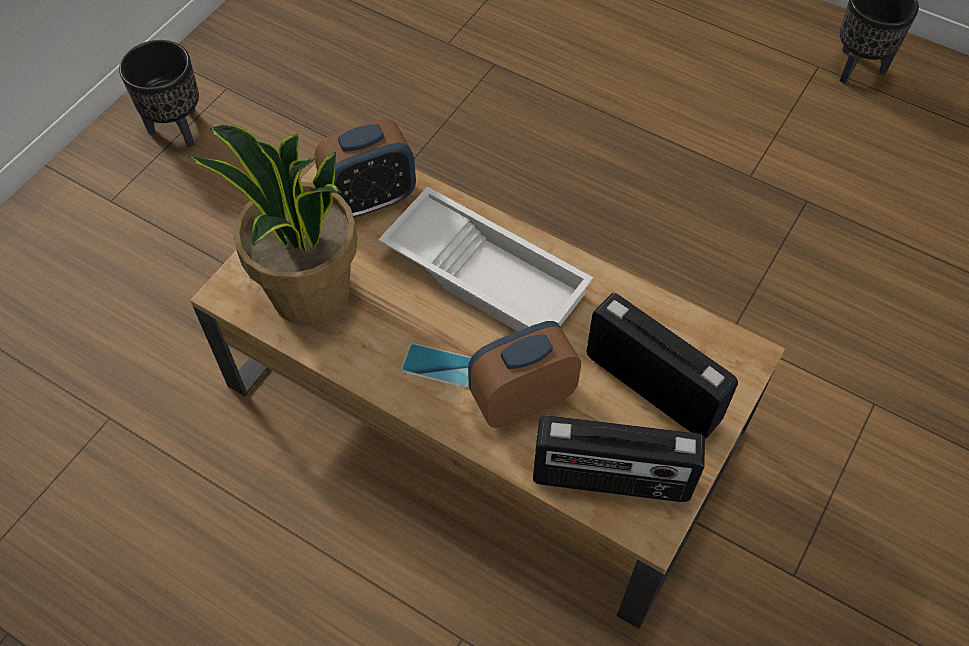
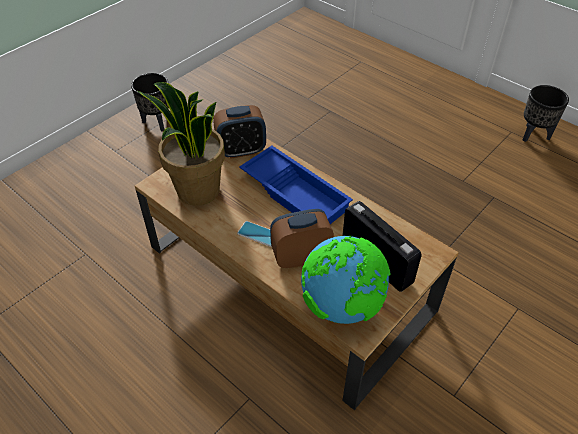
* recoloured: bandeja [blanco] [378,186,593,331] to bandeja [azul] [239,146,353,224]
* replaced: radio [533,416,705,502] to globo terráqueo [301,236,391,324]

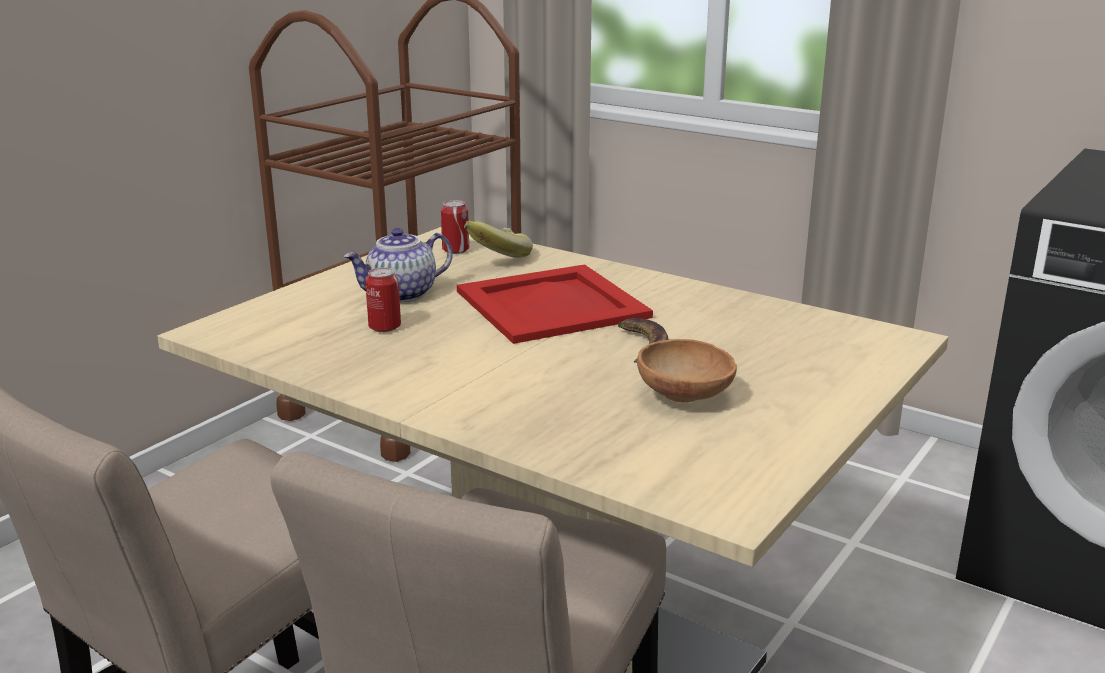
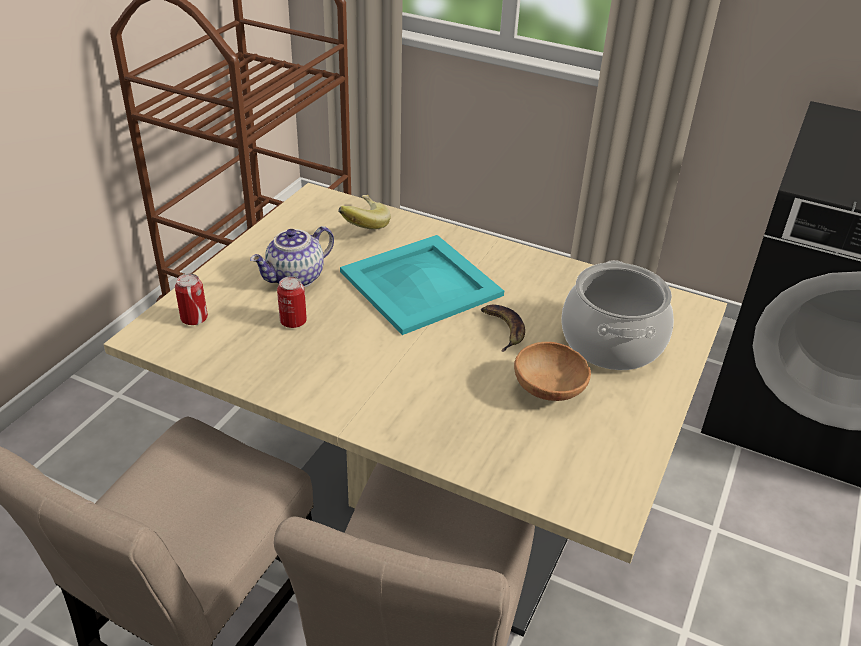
* moved: lata [441,200,469,254] to [175,274,208,325]
* recoloured: bandeja [rojo] [457,264,653,344] to bandeja [turquesa] [340,235,504,335]
* added: olla [561,260,674,370]

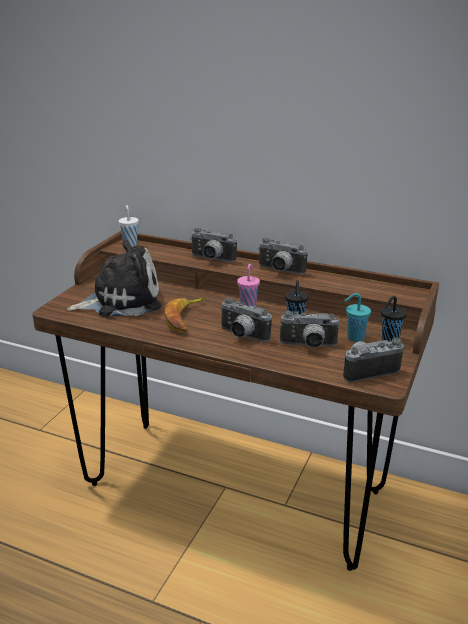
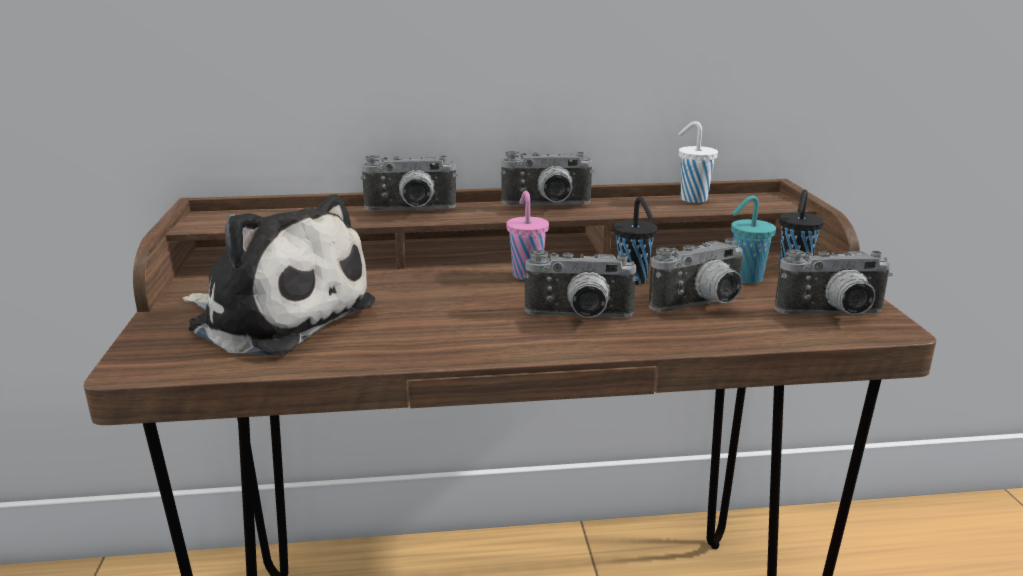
* turned: peluche [66,240,161,316] = [182,195,375,356] 75 degrees clockwise
* moved: taza [blanco] [118,205,139,247] to [678,121,718,203]
* removed: plátano [165,298,205,332]
* turned: cámara [343,338,404,382] = [775,249,892,315] 135 degrees counterclockwise

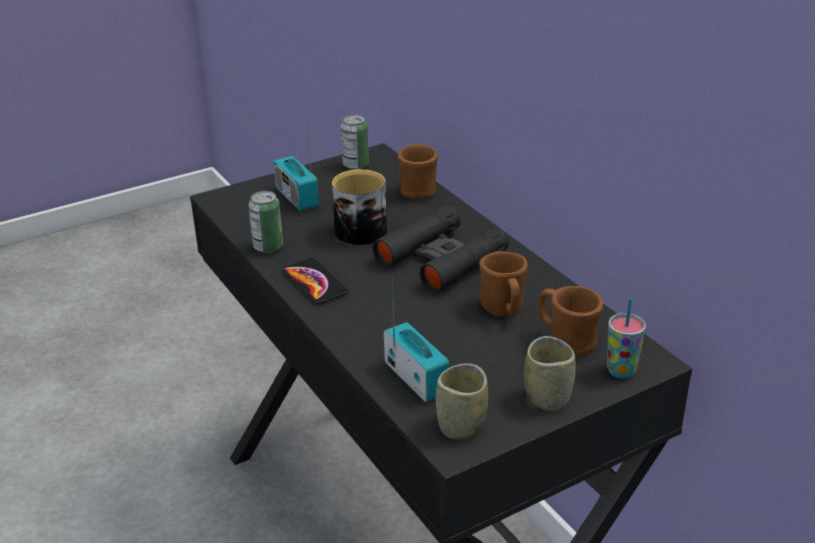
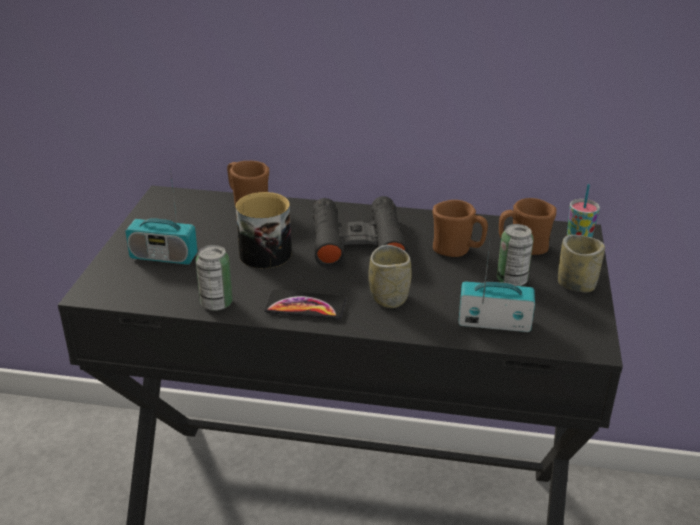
* moved: lata [341,115,369,170] to [497,224,534,286]
* moved: taza [436,363,488,440] to [368,245,412,308]

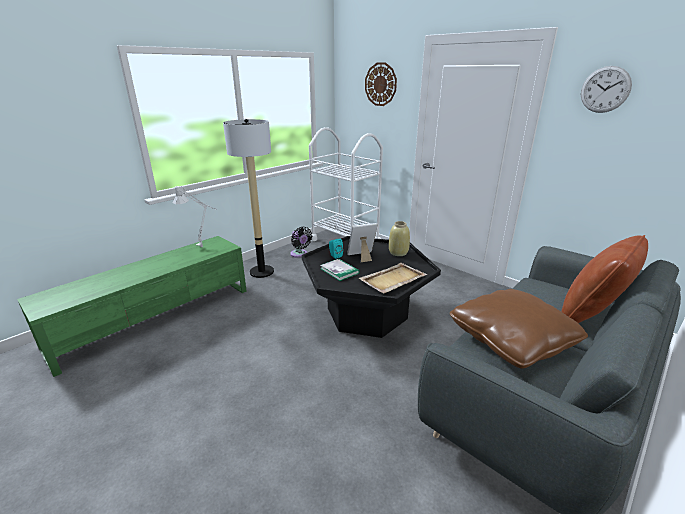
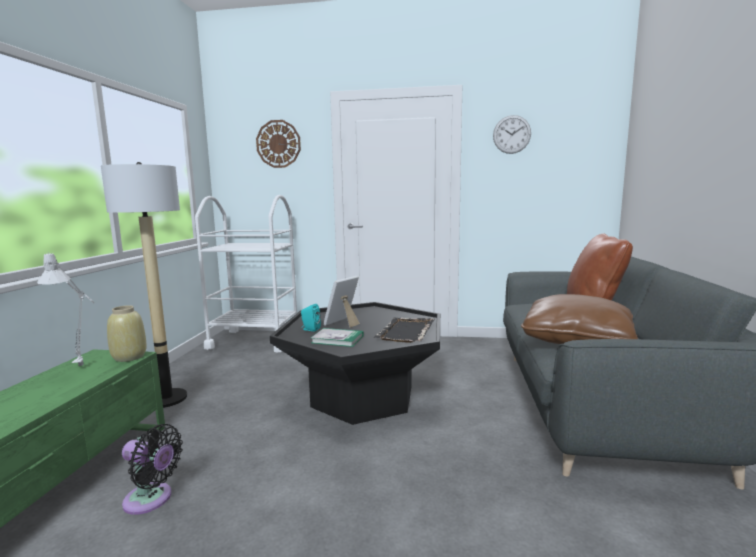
* moved: ventilador [negro] [290,227,312,258] to [122,424,183,515]
* recoloured: bandeja [beis] [358,263,427,293] to bandeja [negro] [374,318,435,343]
* moved: florero [beis] [389,221,410,256] to [107,305,147,362]

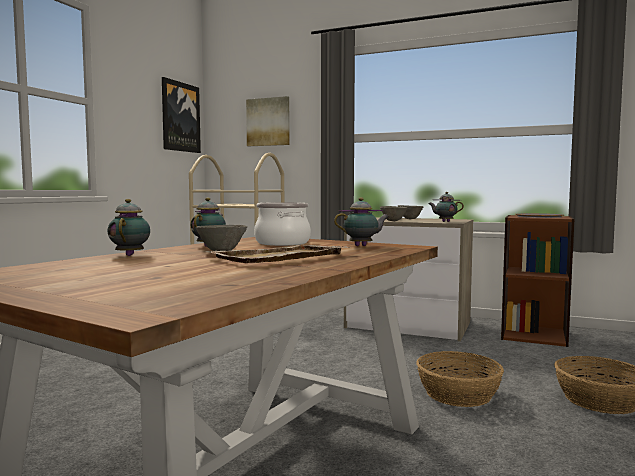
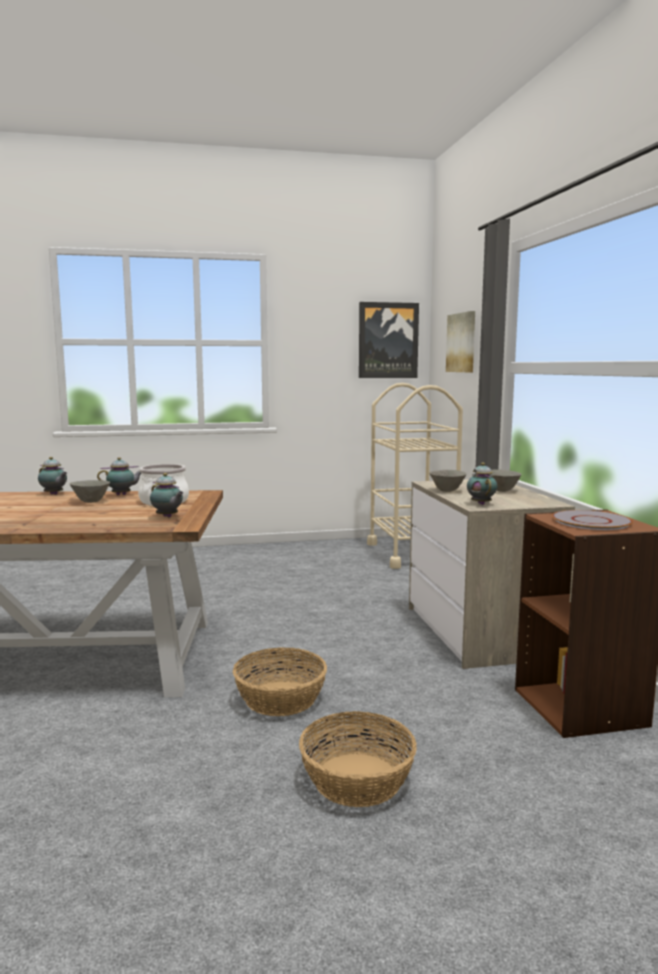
* turned: tetera [107,199,150,256] = [38,457,68,495] 75 degrees clockwise
* removed: bandeja [beis] [203,245,351,263]

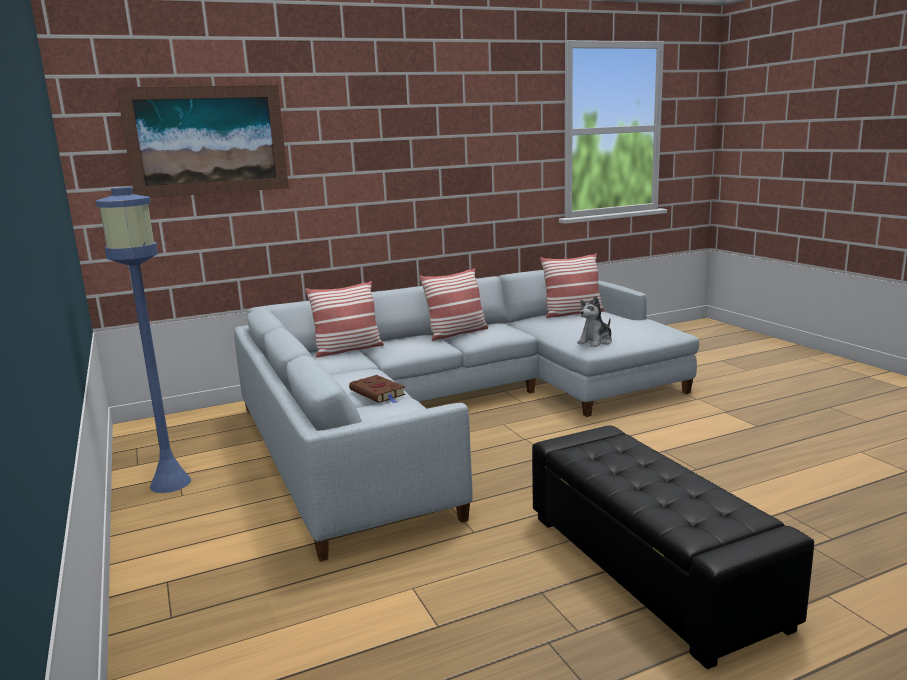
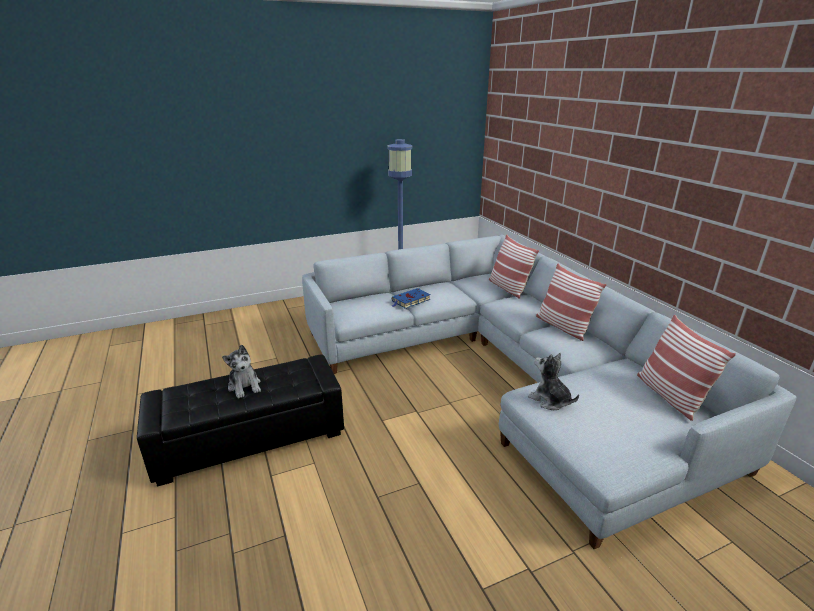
* removed: cuadro [116,85,289,198]
* recoloured: libro [marrón] [349,375,406,403] to libro [azul] [392,288,431,308]
* added: peluche [222,345,261,399]

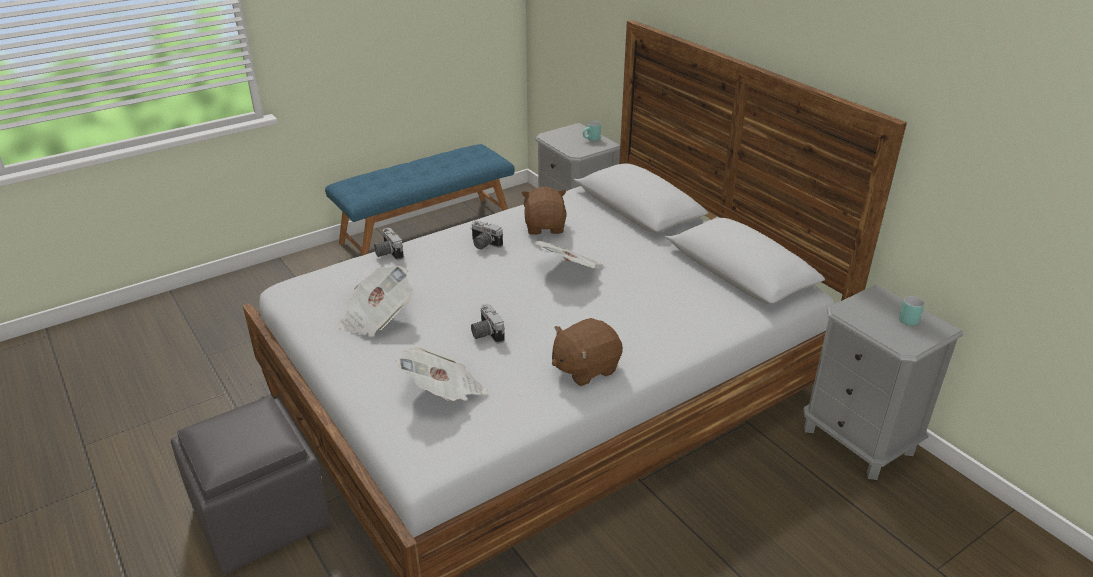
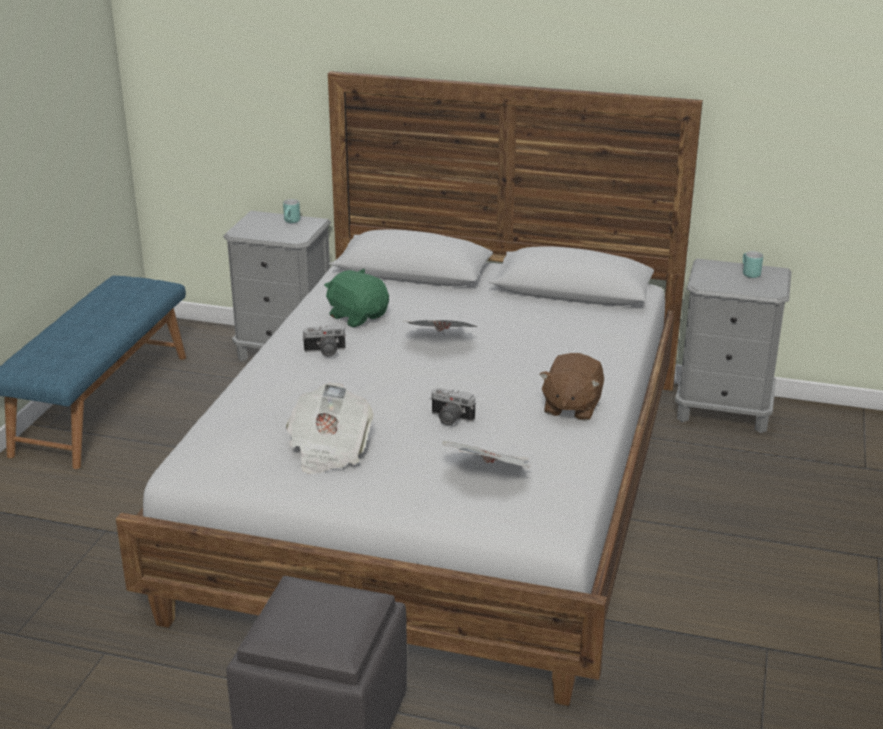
* removed: cámara [374,228,404,260]
* recoloured: peluche [marrón] [521,187,567,235] to peluche [verde] [324,269,389,327]

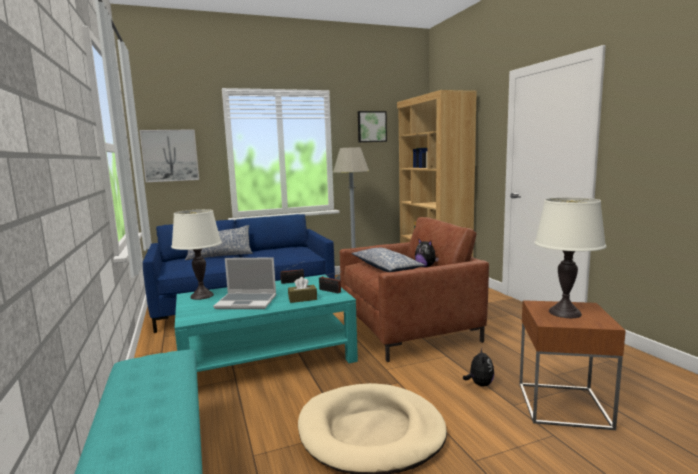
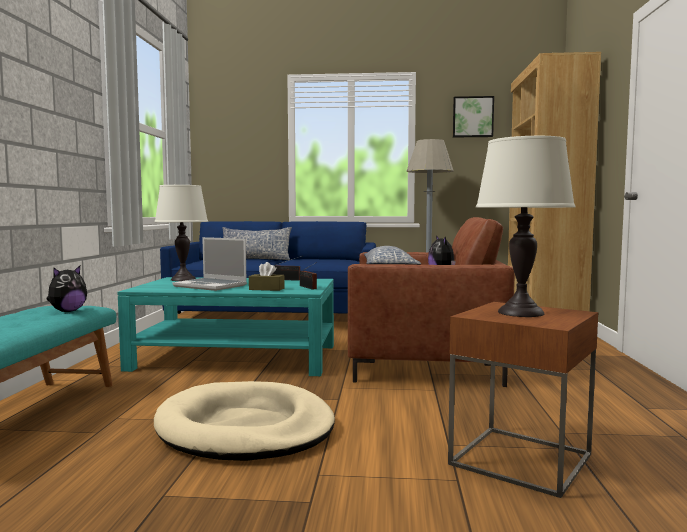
* removed: cuadro [139,129,199,182]
* moved: peluche [463,348,494,387] to [46,266,87,312]

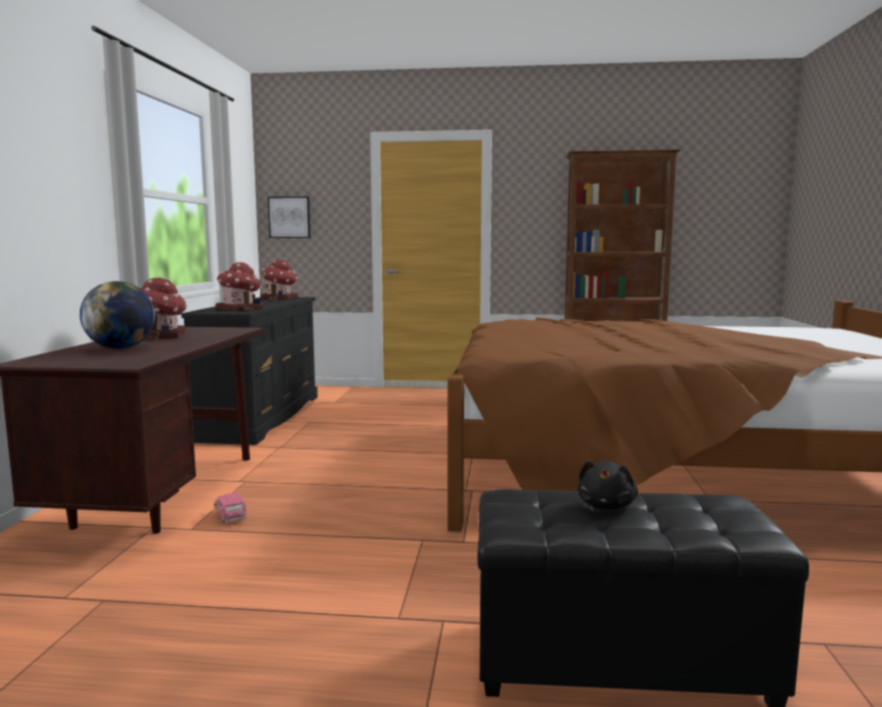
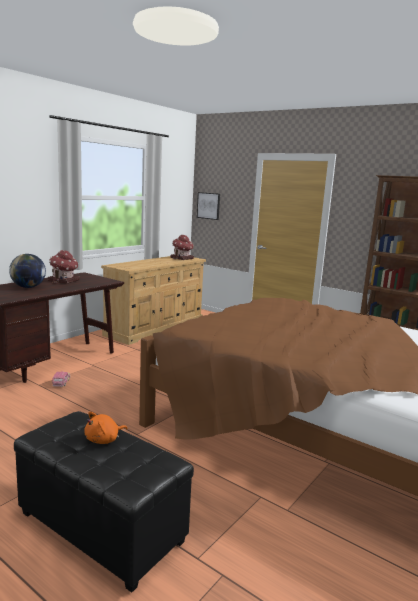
* recoloured: cómoda [negro] [181,297,318,445] to cómoda [beis] [101,256,206,345]
* removed: casita [215,262,263,311]
* recoloured: peluche [negro] [577,460,638,509] to peluche [naranja] [84,412,128,444]

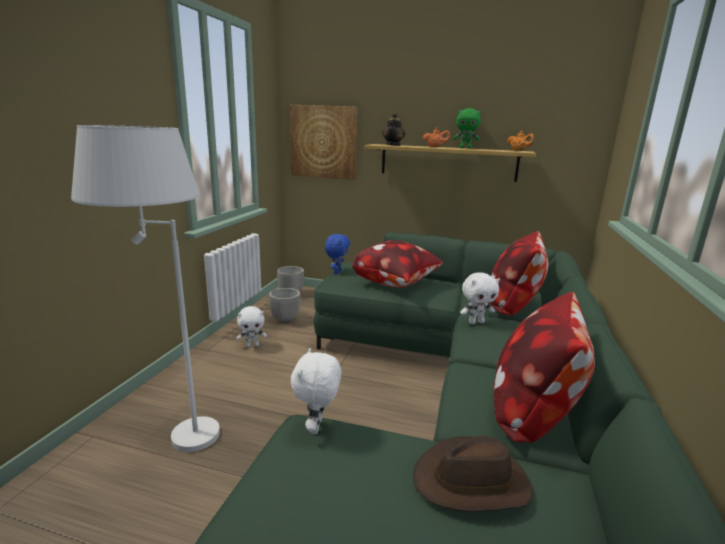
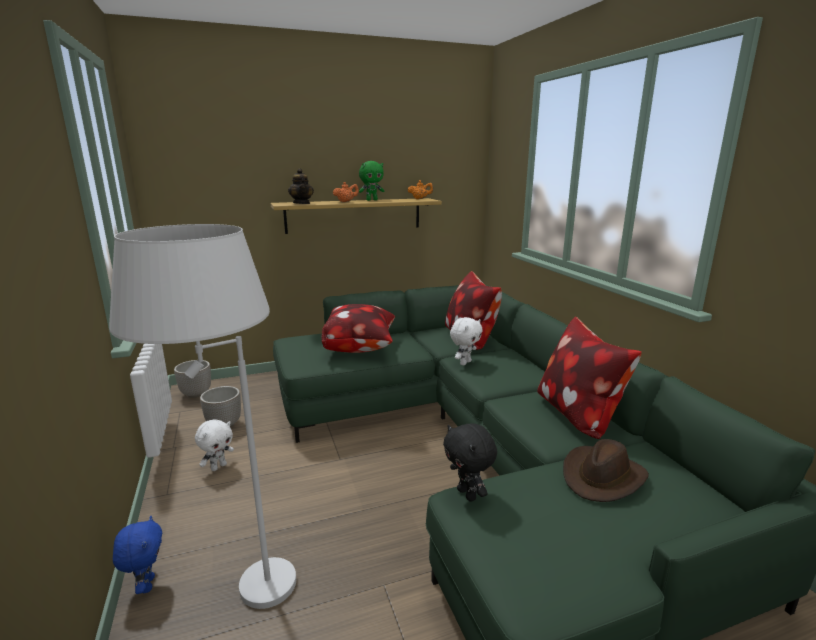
* removed: cuadro [290,105,358,180]
* recoloured: peluche [blanco] [291,348,342,434] to peluche [negro] [443,423,497,502]
* moved: peluche [azul] [325,234,350,274] to [113,516,162,594]

